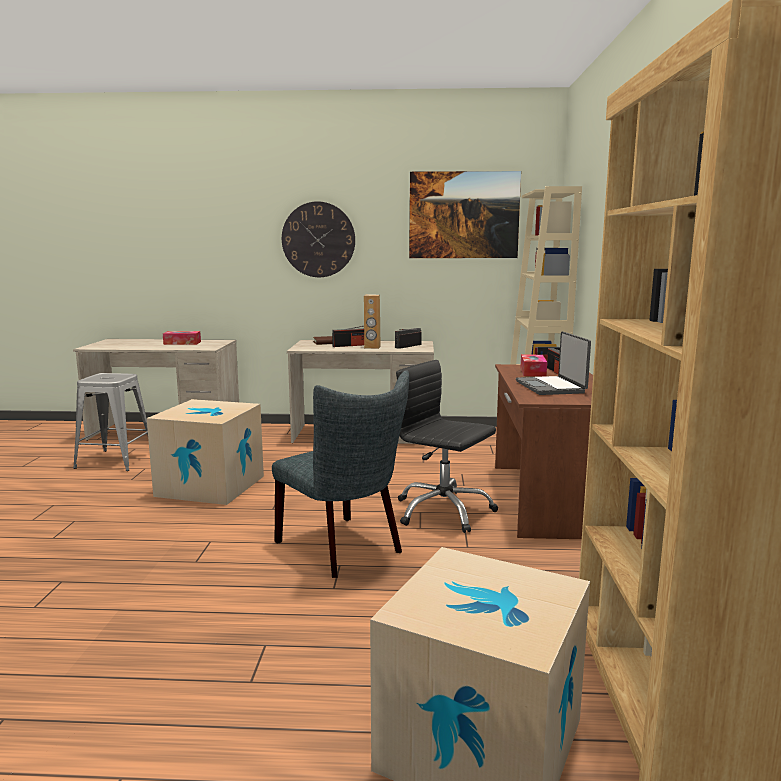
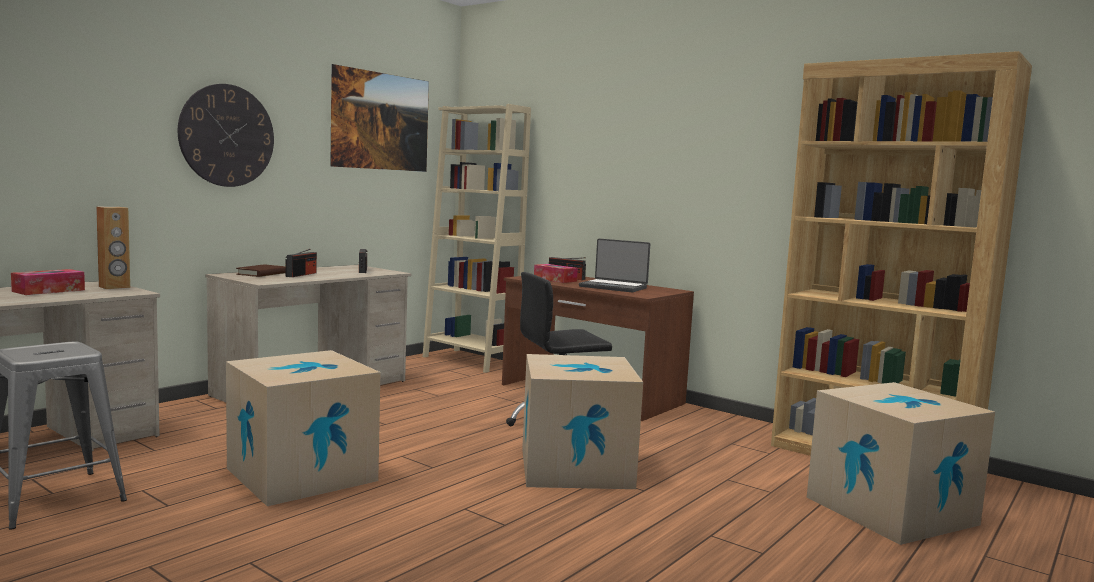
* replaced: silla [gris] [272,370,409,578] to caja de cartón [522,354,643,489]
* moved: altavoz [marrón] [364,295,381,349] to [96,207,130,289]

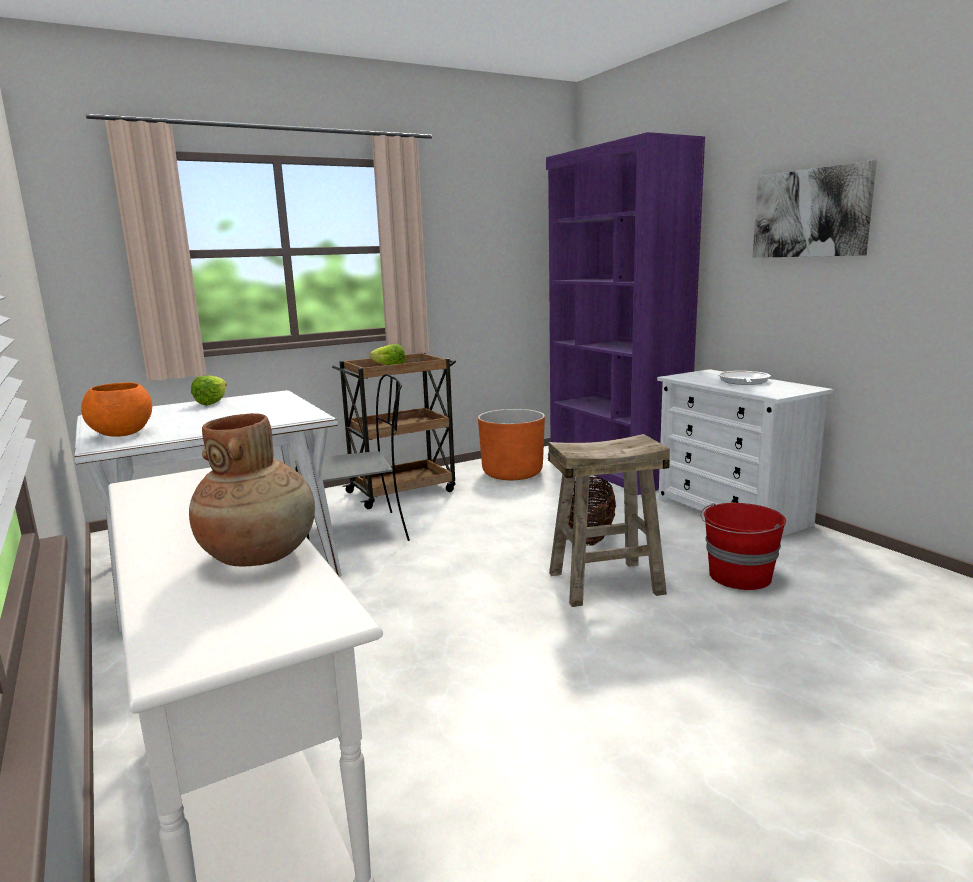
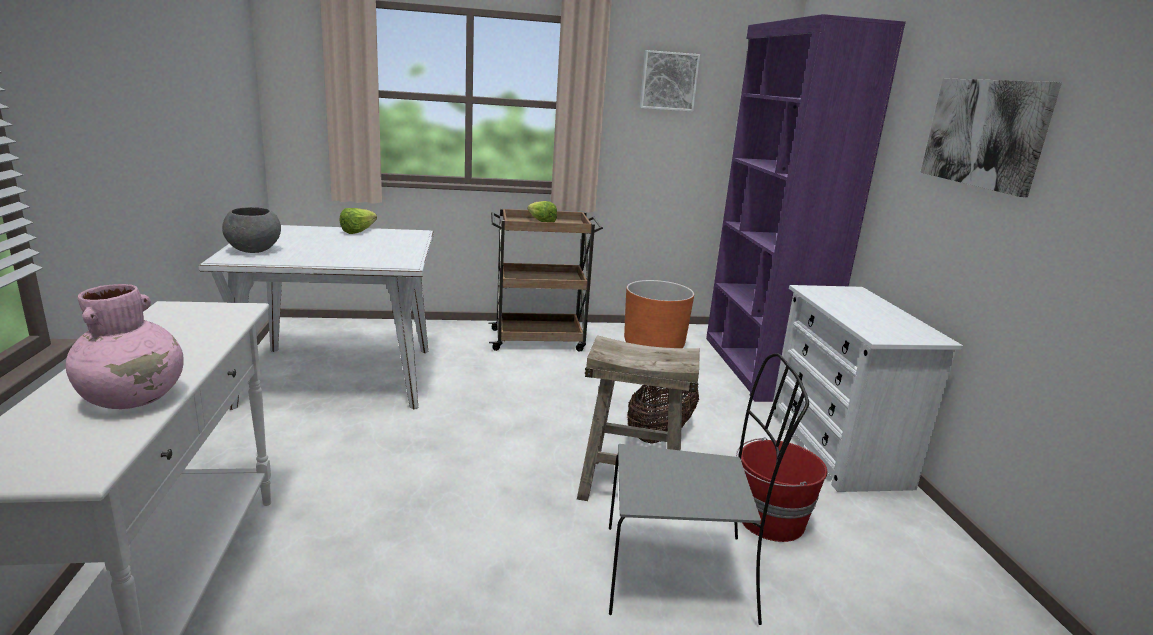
* recoloured: cuenco [naranja] [81,382,152,437] to cuenco [gris] [222,207,281,253]
* recoloured: florero [marrón] [189,413,315,566] to florero [rosa] [66,284,184,409]
* moved: silla [gris] [295,374,410,541] to [609,353,809,625]
* removed: sartén [718,371,771,385]
* added: cuadro [640,50,700,112]

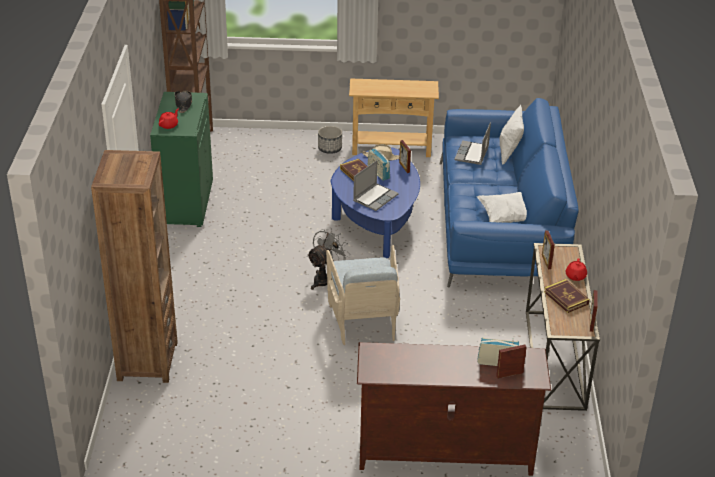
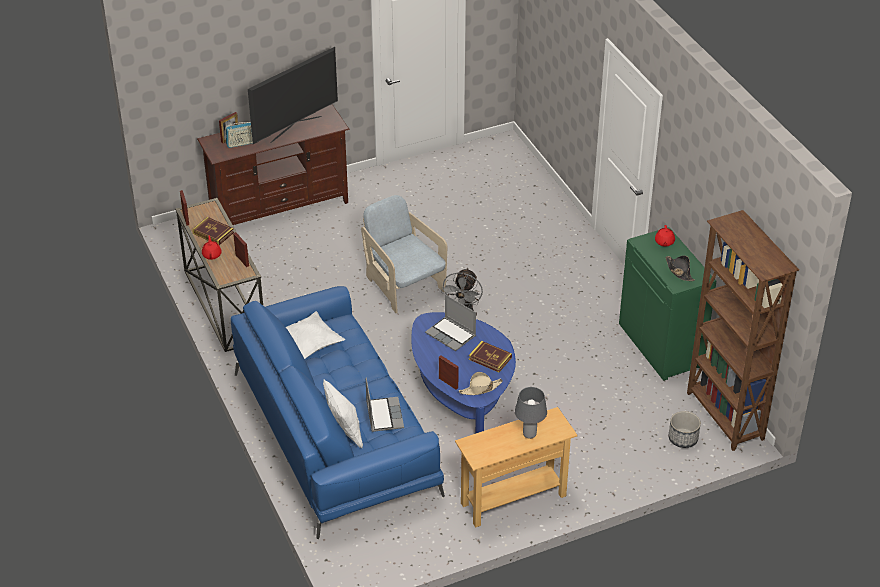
* removed: estantería [marrón] [91,150,178,383]
* moved: maceta [318,126,342,154] to [668,411,701,448]
* turned: portátil [353,160,399,211] = [425,294,476,351] 60 degrees counterclockwise
* removed: radio [367,148,390,181]
* added: televisor [248,47,338,144]
* added: lámpara de mesa [gris] [515,387,547,439]

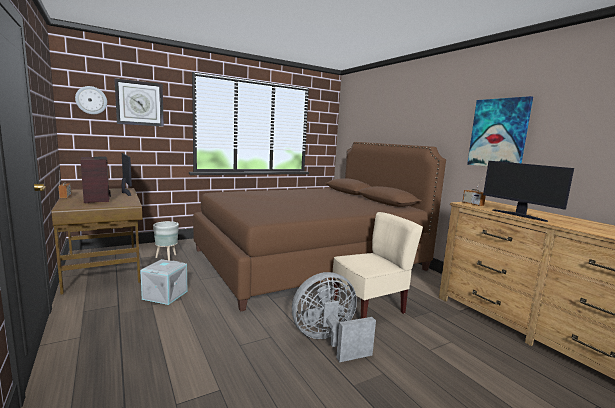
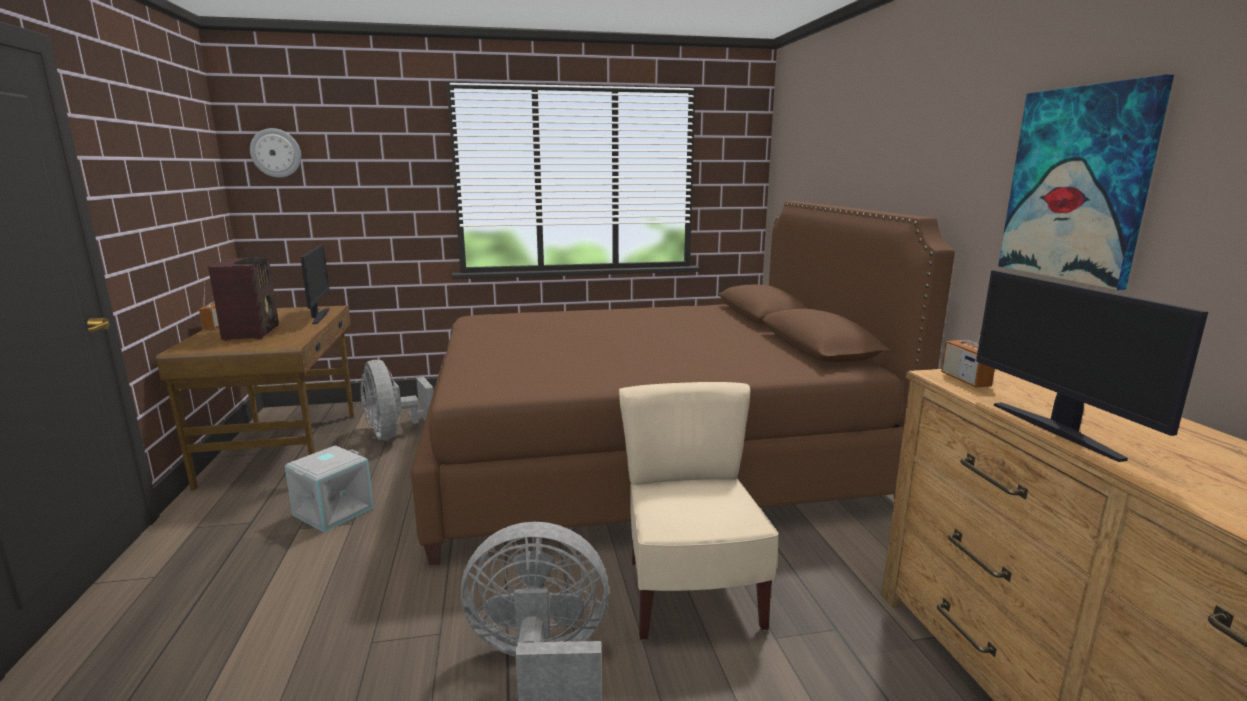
* removed: reloj de pared [114,78,164,127]
* replaced: maceta [gris] [153,221,179,261] to ventilador [gris] [361,360,434,440]
* turned: silla [beis] [332,212,423,318] = [619,382,778,640] 90 degrees counterclockwise

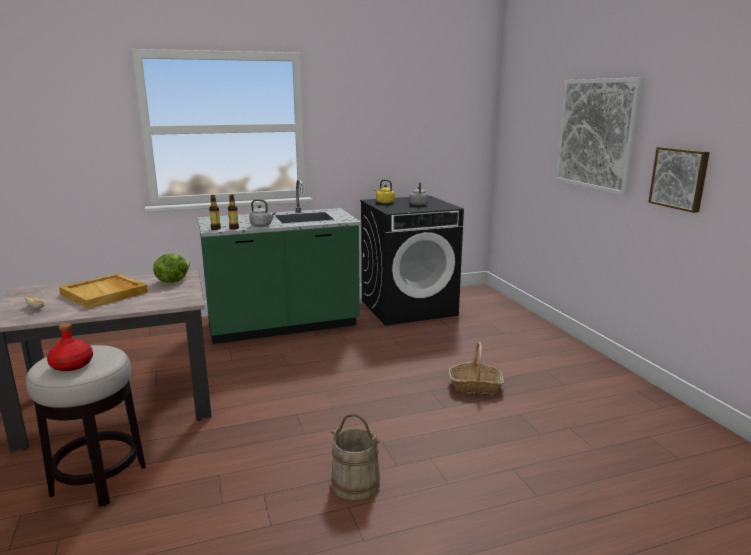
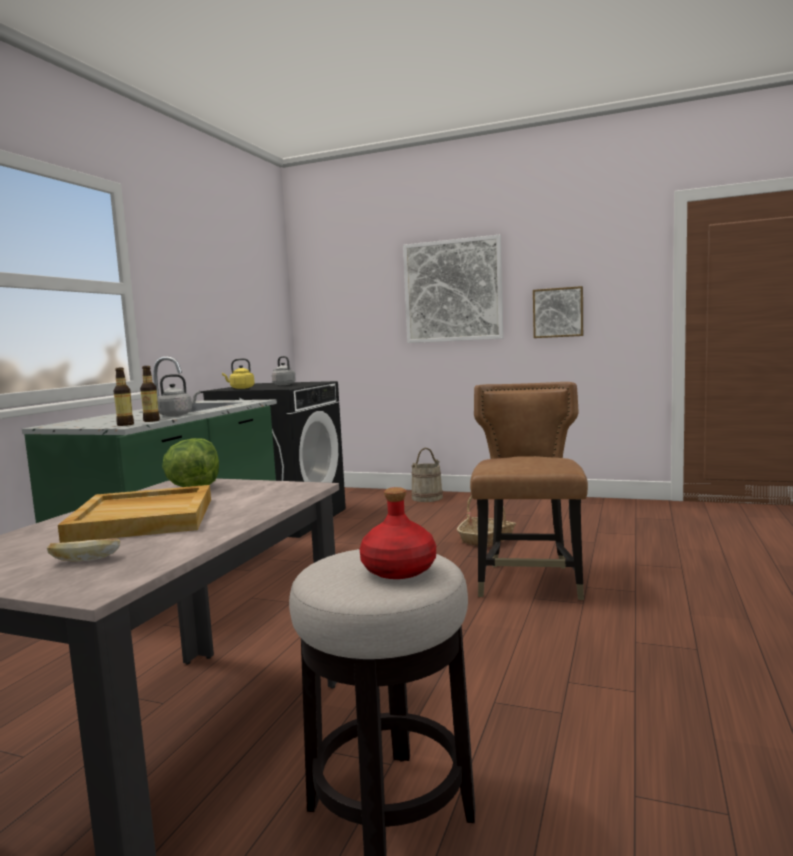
* moved: cubo [beis] [331,414,380,501] to [411,448,443,502]
* added: silla [marrón] [470,382,588,600]

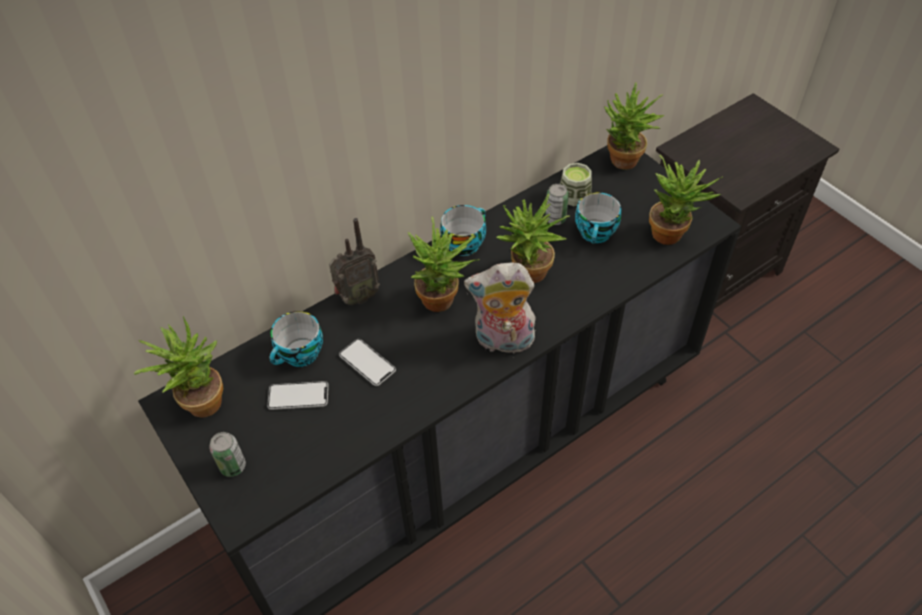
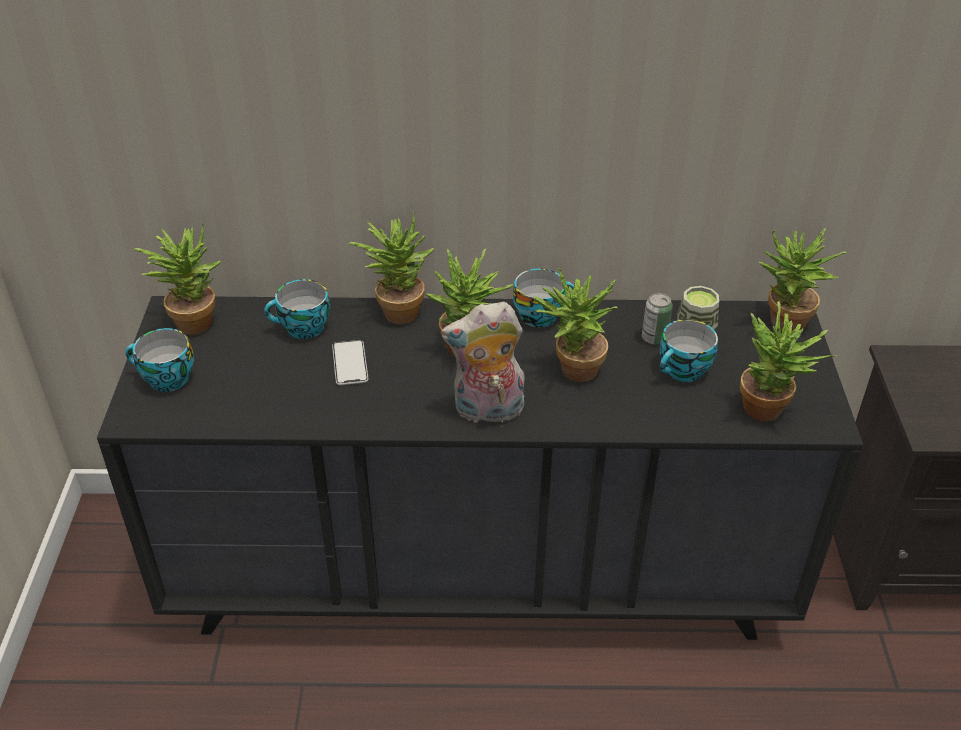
* replaced: lata [209,432,246,477] to taza [125,328,194,392]
* removed: móvil [267,381,329,410]
* replaced: radio [329,218,380,305] to planta en maceta [349,212,435,324]
* turned: peluche [464,263,537,354] = [441,301,525,423] 45 degrees counterclockwise

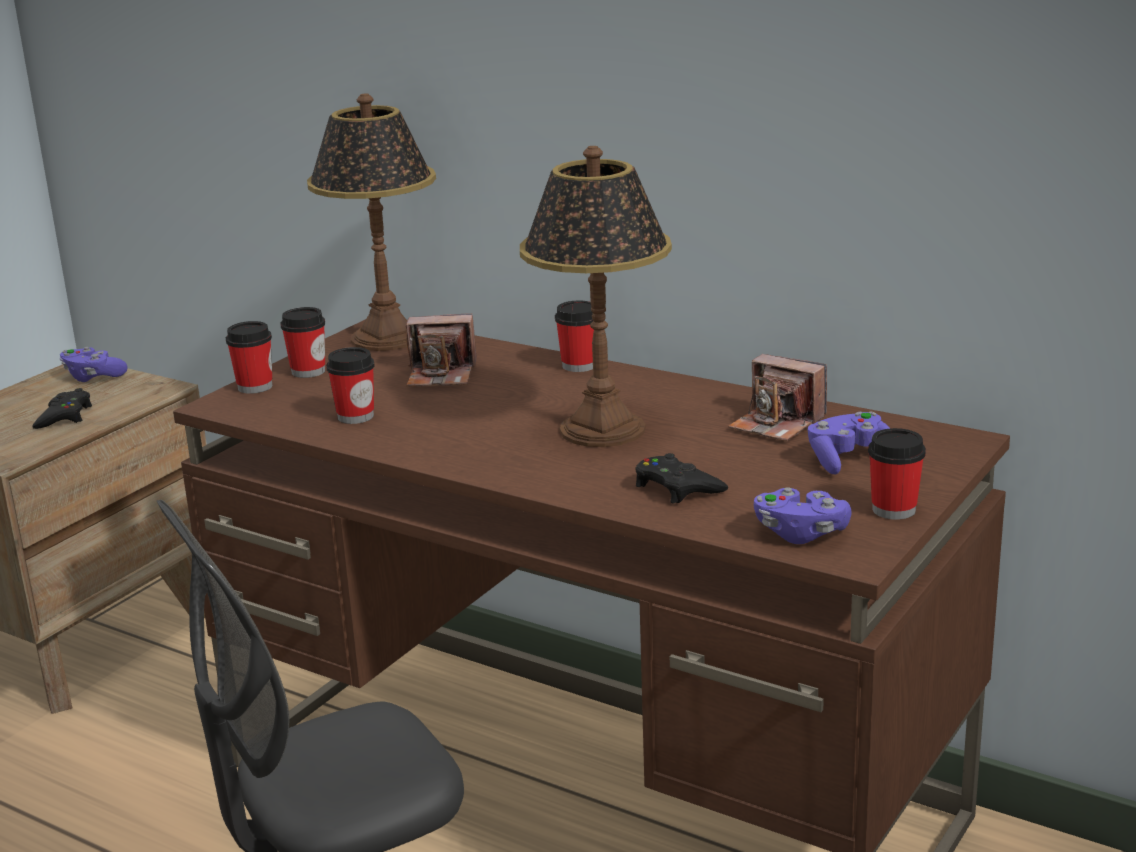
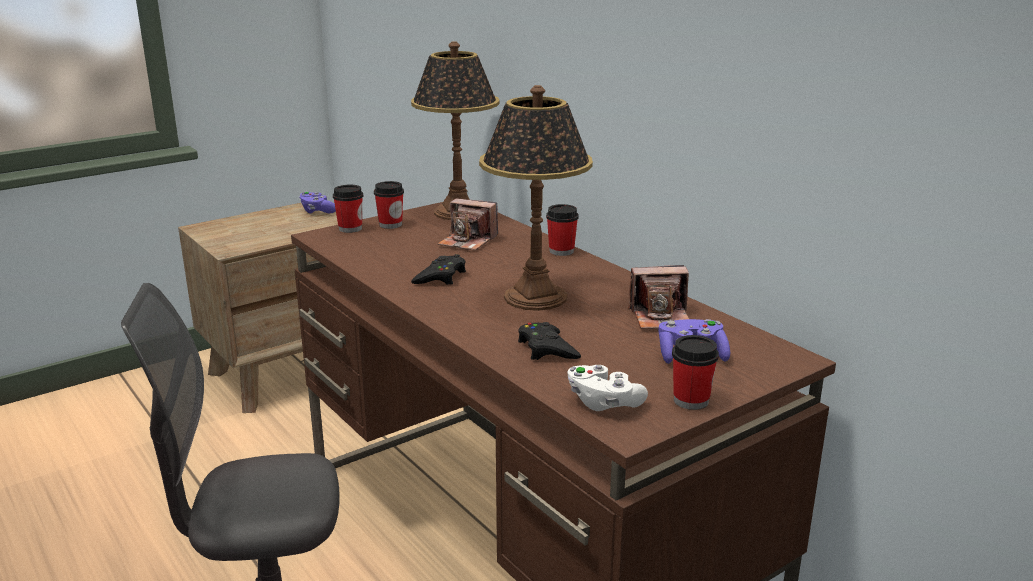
* moved: mando de consola [negro] [32,388,92,429] to [411,254,466,285]
* removed: taza [326,347,375,424]
* turned: cámara [728,354,827,441] = [628,265,689,329] 60 degrees counterclockwise
* recoloured: mando de consola [morado] [754,487,852,544] to mando de consola [blanco] [567,365,648,411]

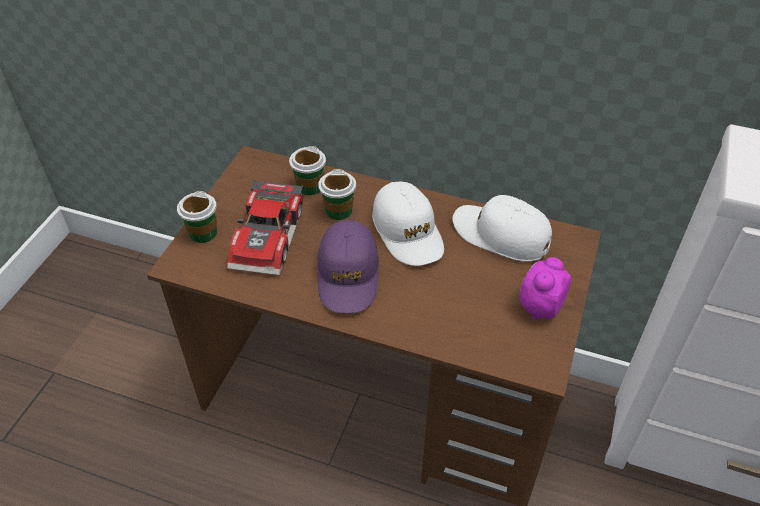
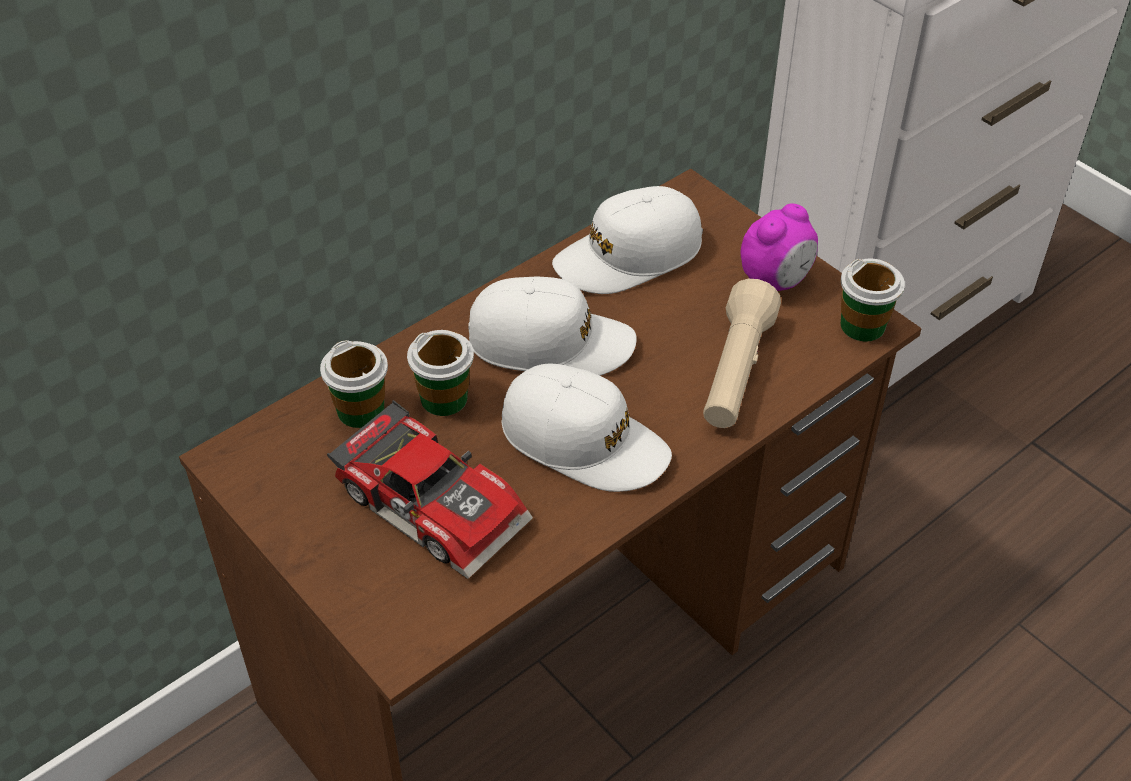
* moved: taza [177,191,217,243] to [840,259,905,341]
* recoloured: gorra [morado] [317,220,379,313] to gorra [blanco] [502,364,672,492]
* turned: despertador [520,257,571,320] = [741,203,818,291] 105 degrees counterclockwise
* added: linterna [beis] [703,279,781,428]

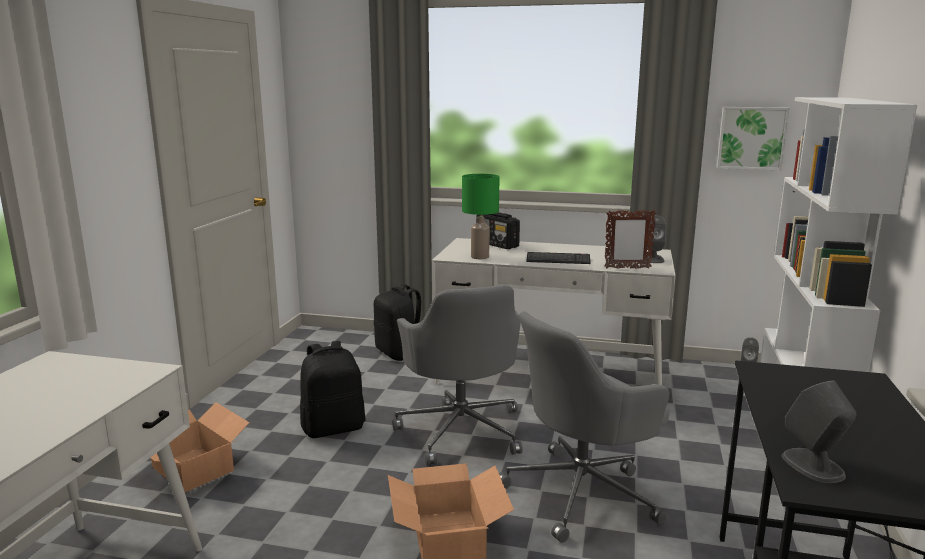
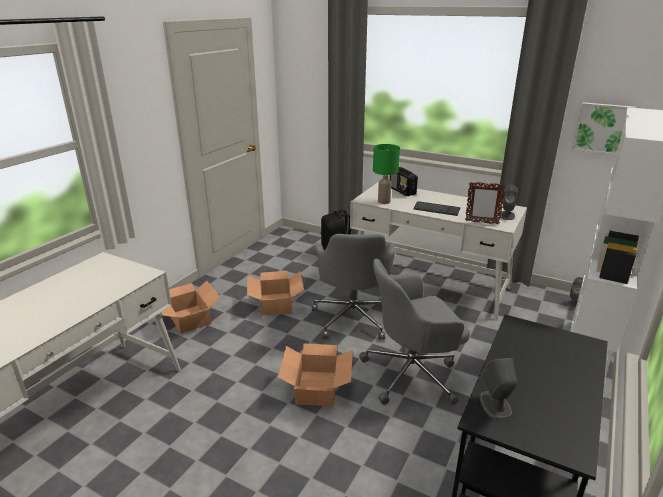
* replaced: mochila [negro] [300,341,366,438] to caja de cartón [247,271,304,316]

